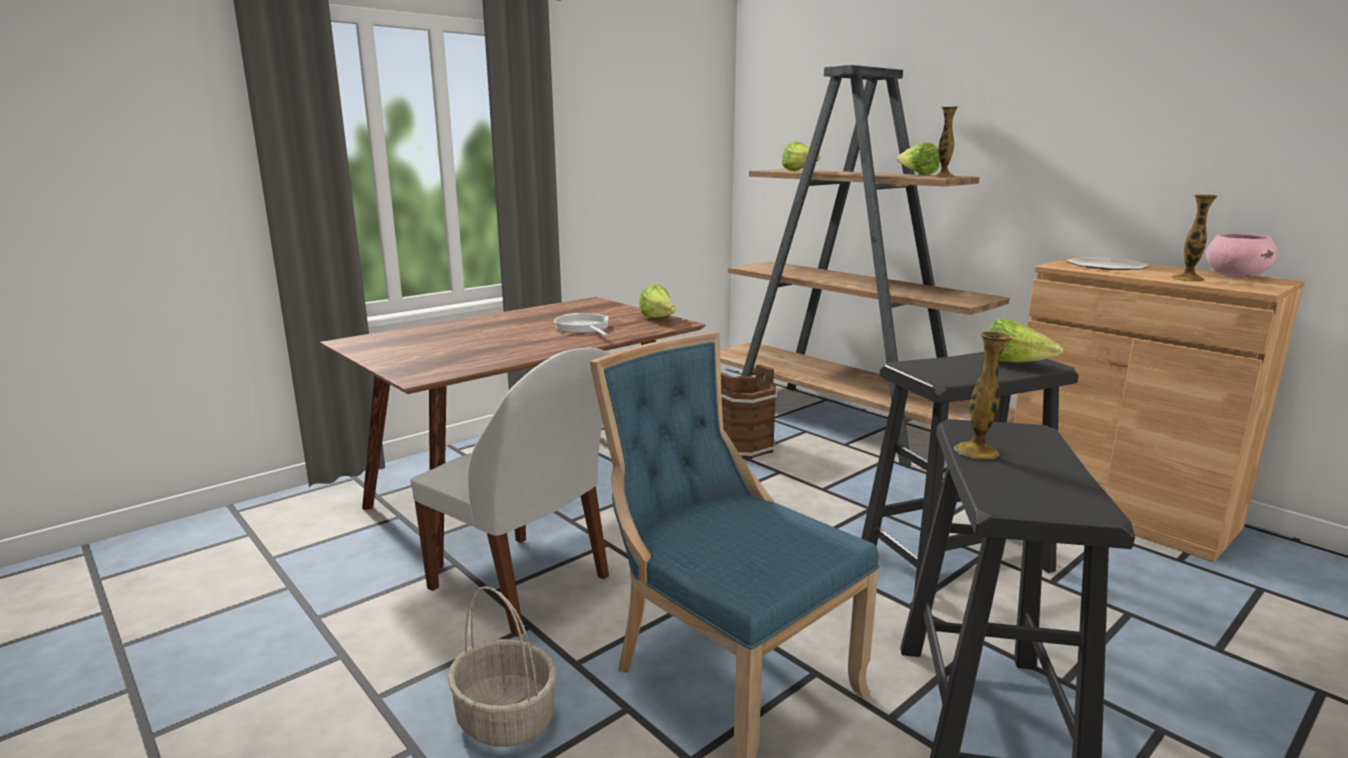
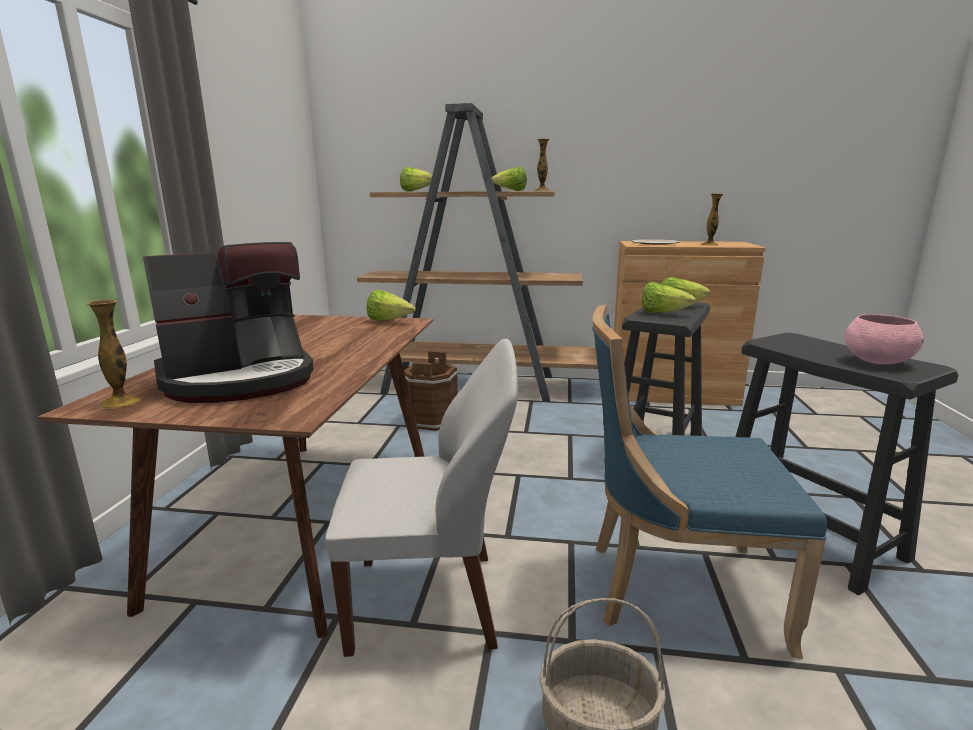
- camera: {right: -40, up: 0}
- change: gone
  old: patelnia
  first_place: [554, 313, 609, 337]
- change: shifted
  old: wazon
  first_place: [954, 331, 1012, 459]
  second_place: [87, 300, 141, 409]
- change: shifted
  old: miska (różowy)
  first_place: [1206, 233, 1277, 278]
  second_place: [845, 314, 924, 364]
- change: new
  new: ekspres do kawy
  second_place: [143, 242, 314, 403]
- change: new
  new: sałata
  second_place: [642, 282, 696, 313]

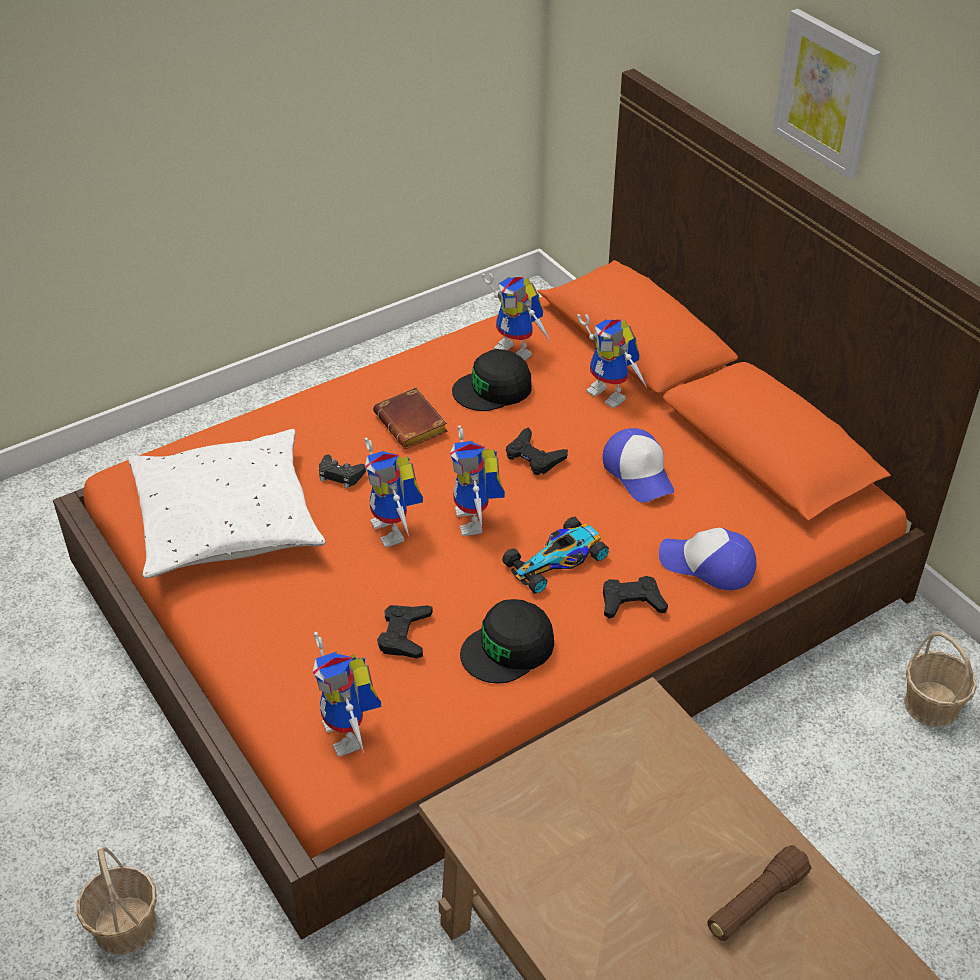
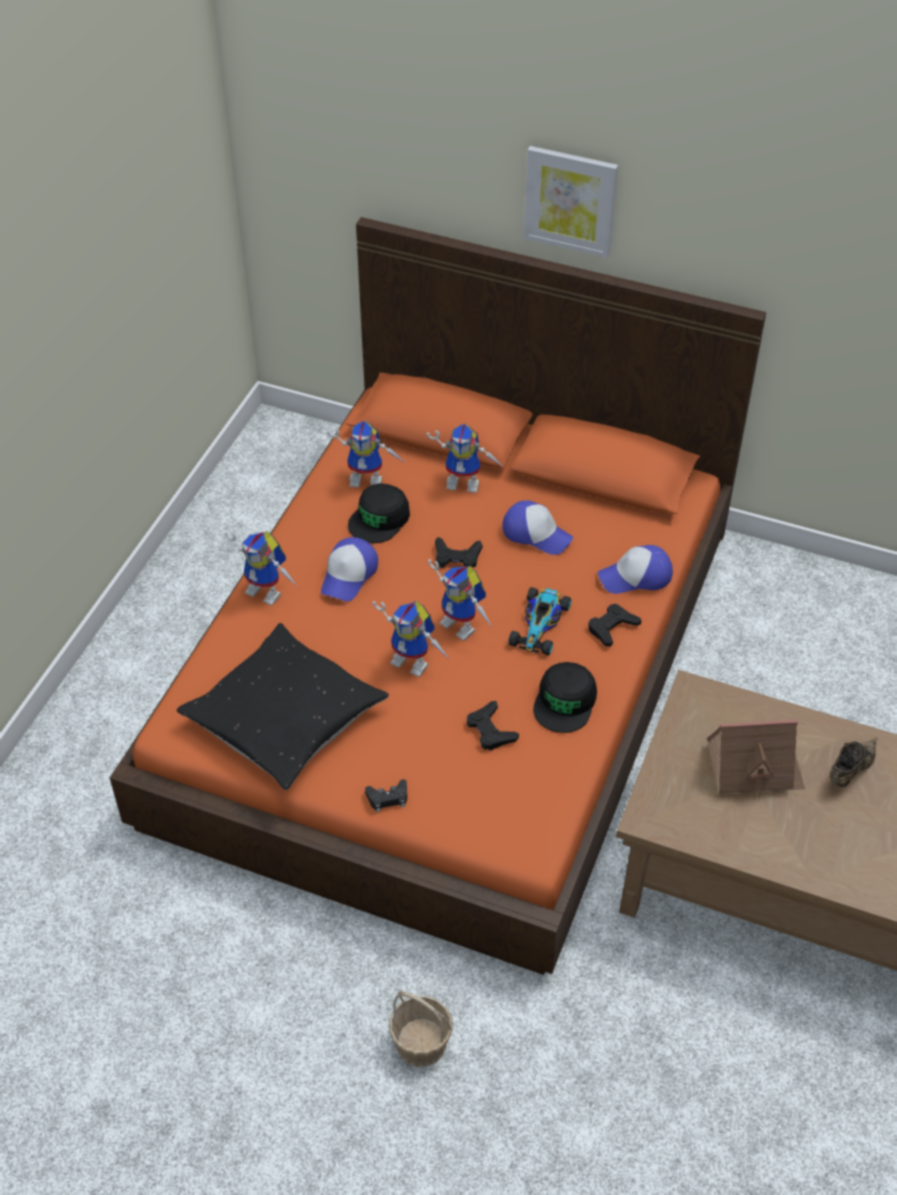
- camera: {right: -35, up: 5}
- change: repainted
  old: poduszka (biały)
  new: poduszka (czarny)
  first_place: [128, 429, 325, 579]
  second_place: [177, 623, 389, 790]
- change: shifted
  old: robot zabawkowy
  first_place: [313, 632, 381, 757]
  second_place: [224, 531, 297, 606]
- change: shifted
  old: pad do gier (czarny)
  first_place: [319, 455, 366, 488]
  second_place: [365, 779, 407, 812]
- change: swapped
  old: książka (brązowy)
  new: czapka z daszkiem
  first_place: [373, 388, 448, 449]
  second_place: [321, 537, 378, 601]
- change: swapped
  old: latarka (brązowy)
  new: but (brązowy)
  first_place: [707, 845, 811, 941]
  second_place: [830, 738, 877, 787]
- change: gone
  old: koszyk
  first_place: [904, 632, 977, 728]
- change: new
  new: domek
  second_place: [706, 719, 805, 799]

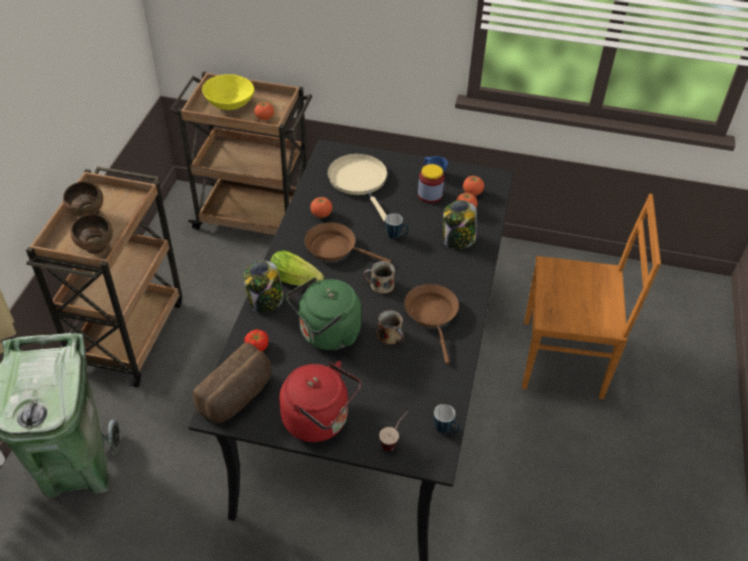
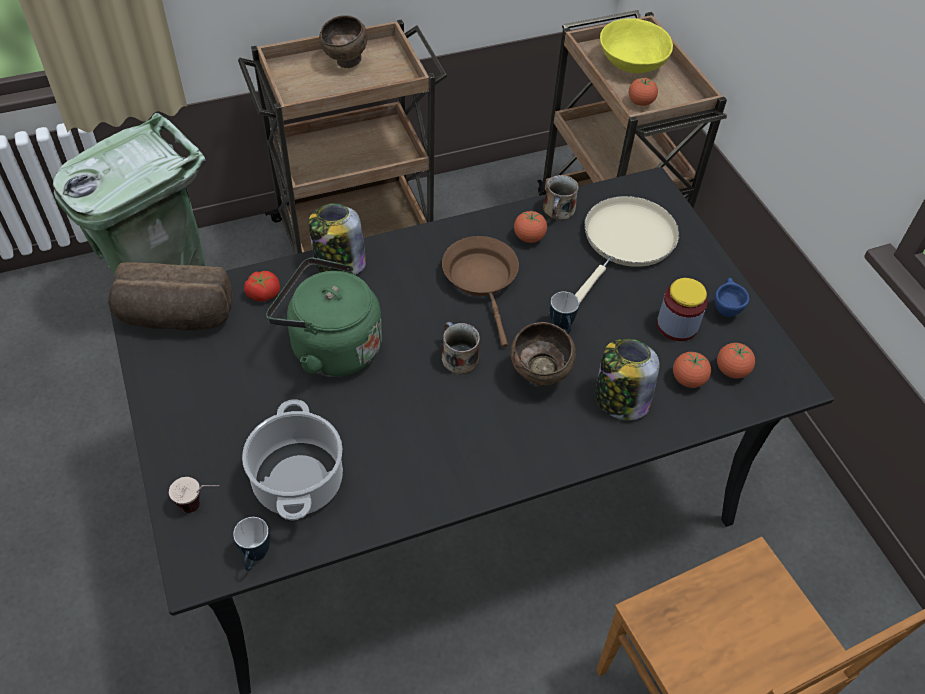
- camera: {right: 55, up: 5}
- change: shifted
  old: miska (brązowy)
  first_place: [70, 214, 113, 254]
  second_place: [511, 322, 576, 386]
- change: gone
  old: sałata
  first_place: [270, 250, 324, 286]
- change: gone
  old: czajnik (czerwony)
  first_place: [279, 361, 361, 442]
- change: shifted
  old: kubek
  first_place: [377, 310, 404, 345]
  second_place: [543, 175, 579, 220]
- change: gone
  old: patelnia (brązowy)
  first_place: [404, 284, 459, 364]
- change: new
  new: garnek
  second_place: [242, 399, 343, 520]

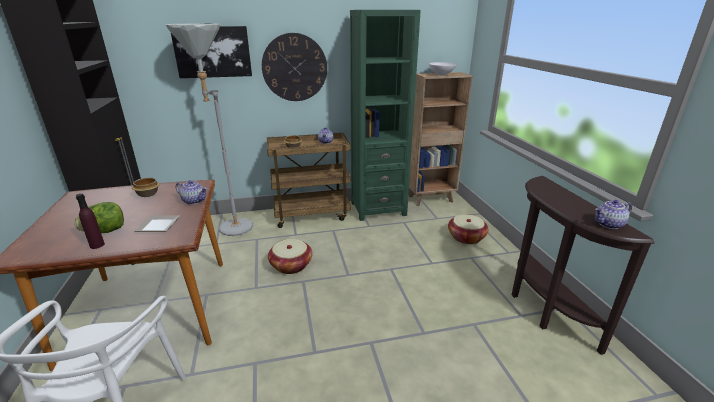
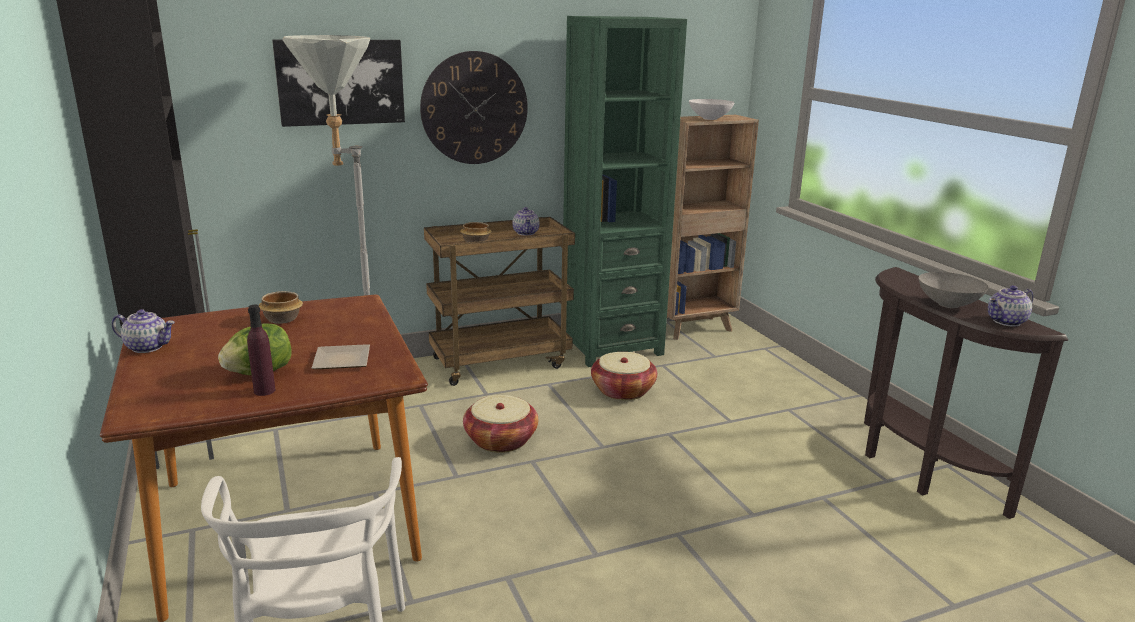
- camera: {right: -10, up: -5}
- change: shifted
  old: imbryk
  first_place: [176, 180, 207, 205]
  second_place: [112, 309, 175, 353]
- change: shifted
  old: koszyk
  first_place: [448, 214, 488, 244]
  second_place: [591, 352, 657, 400]
- change: new
  new: miska (szary)
  second_place: [918, 272, 989, 308]

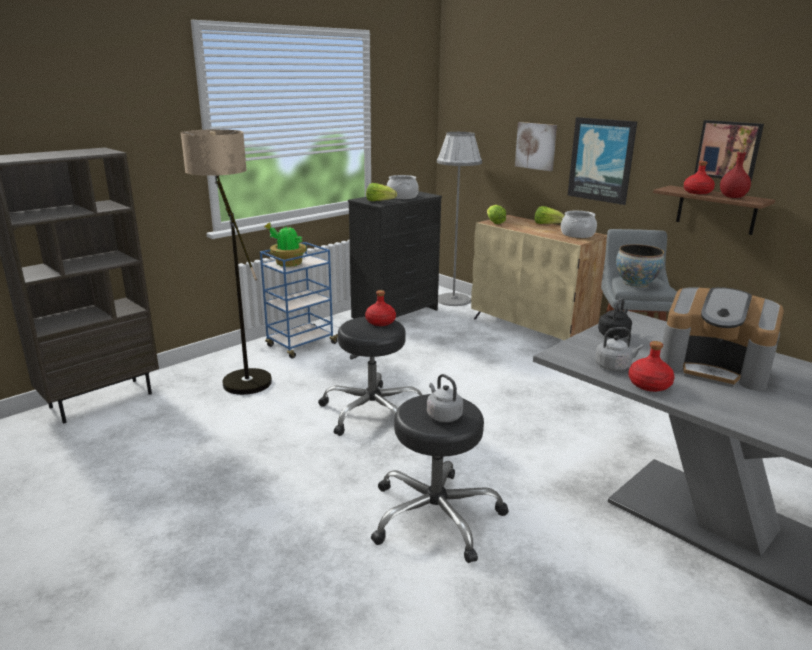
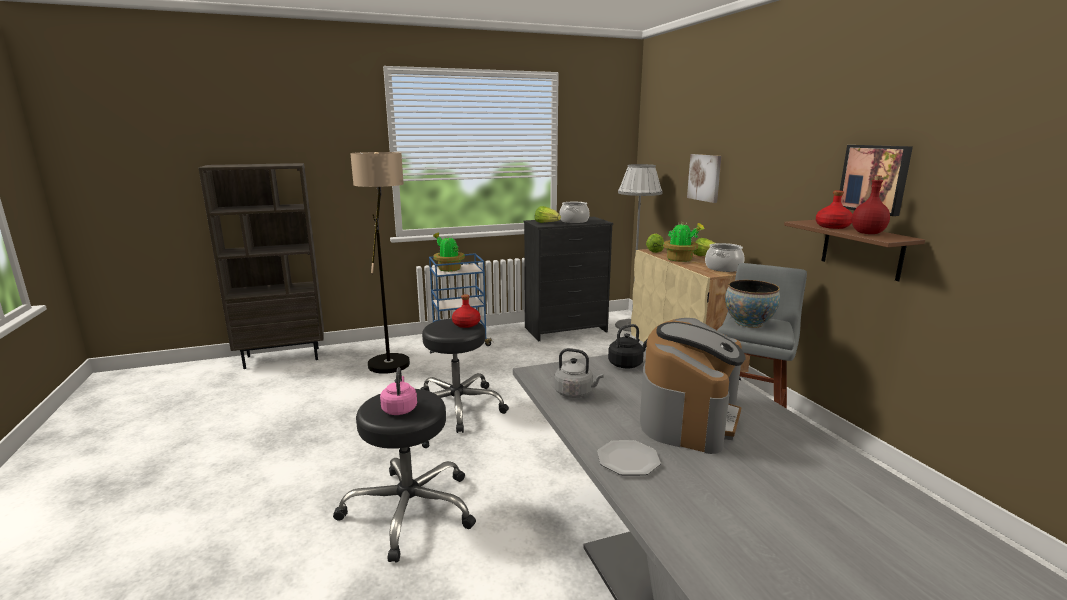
- camera: {right: 25, up: -5}
- change: repainted
  old: czajnik (szary)
  new: czajnik (różowy)
  first_place: [427, 374, 463, 422]
  second_place: [380, 368, 417, 415]
- change: gone
  old: obraz
  first_place: [568, 117, 637, 205]
- change: gone
  old: butelka (czerwony)
  first_place: [628, 341, 675, 392]
- change: rotated
  old: ekspres do kawy
  first_place: [660, 287, 784, 391]
  second_place: [640, 318, 745, 454]
  degrees: -120
- change: new
  new: talerz
  second_place: [597, 440, 661, 475]
- change: new
  new: roślina doniczkowa
  second_place: [663, 222, 705, 262]

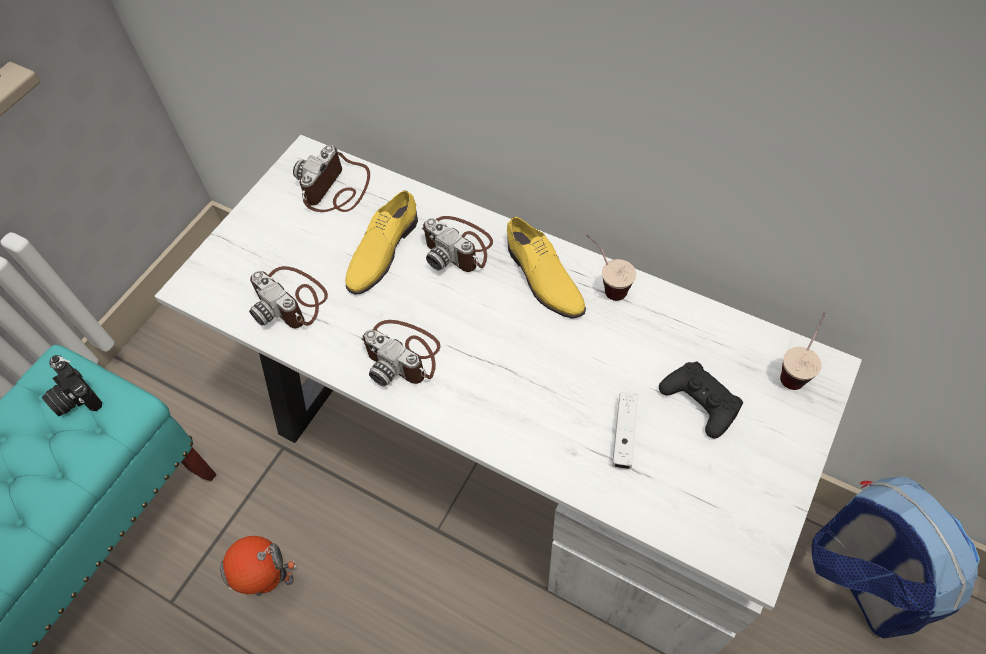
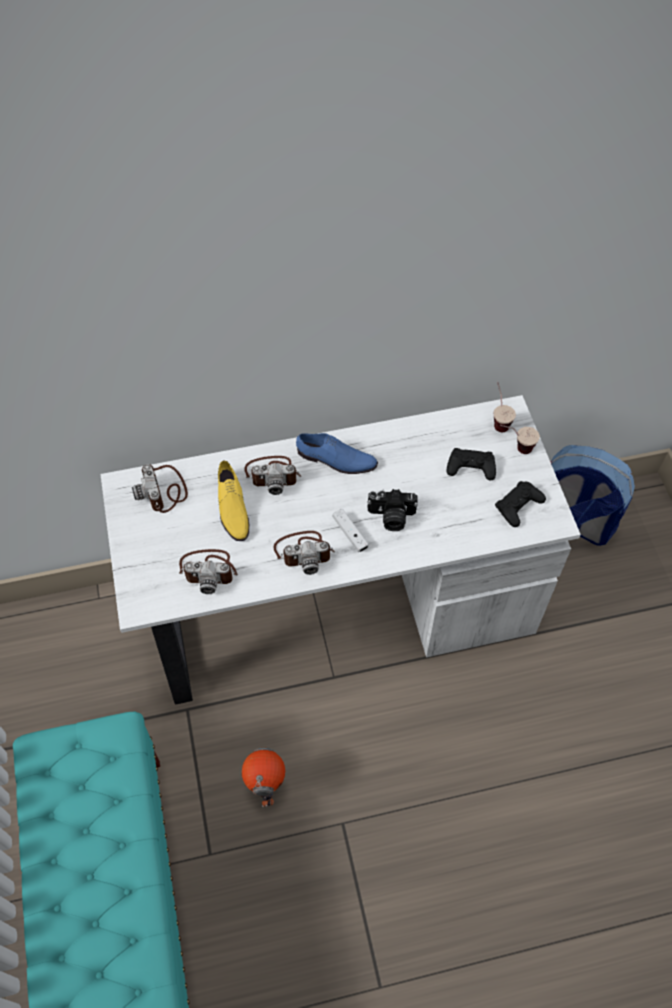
- camera: {right: -45, up: 0}
- change: shifted
  old: aparat fotograficzny
  first_place: [42, 355, 102, 417]
  second_place: [367, 489, 418, 531]
- change: rotated
  old: robot zabawkowy
  first_place: [220, 536, 296, 596]
  second_place: [242, 748, 285, 807]
  degrees: 150
- change: repainted
  old: but (żółty)
  new: but (niebieski)
  first_place: [507, 217, 586, 319]
  second_place: [296, 433, 378, 474]
- change: shifted
  old: filiżanka
  first_place: [586, 234, 636, 301]
  second_place: [500, 425, 540, 454]
- change: shifted
  old: pad do gier (biały)
  first_place: [612, 392, 638, 469]
  second_place: [333, 509, 369, 552]
- change: new
  new: pad do gier (czarny)
  second_place: [495, 481, 546, 527]

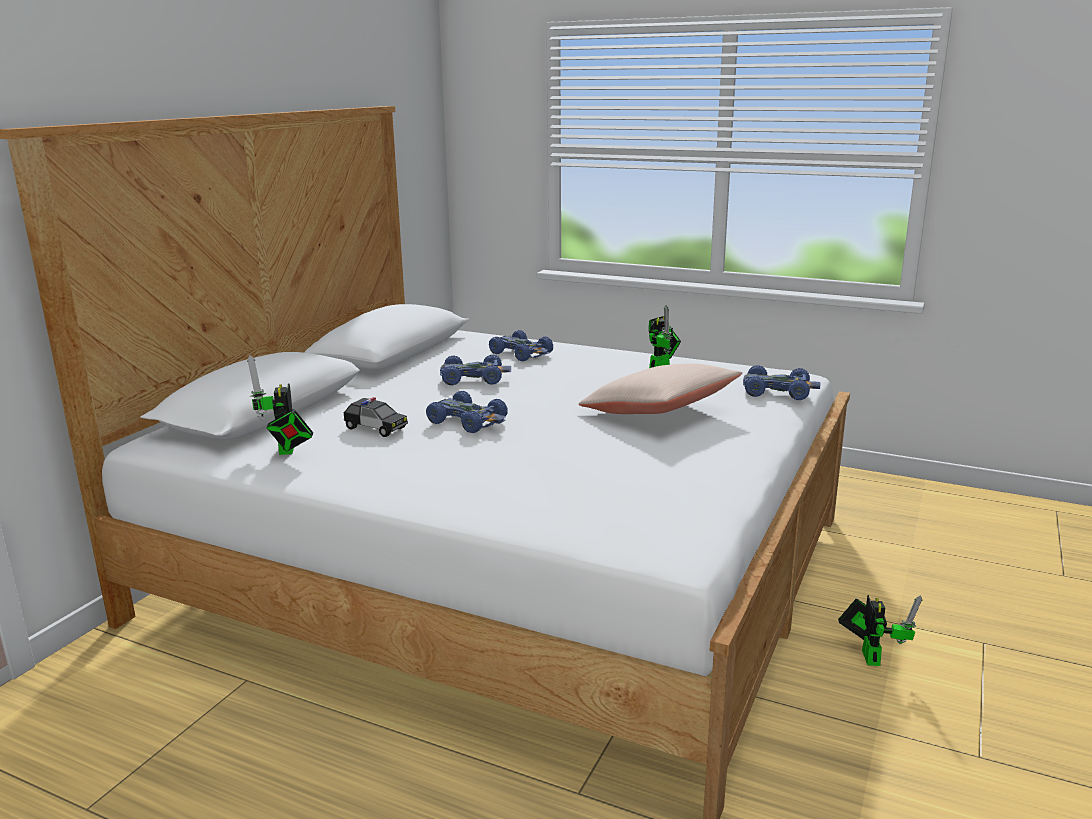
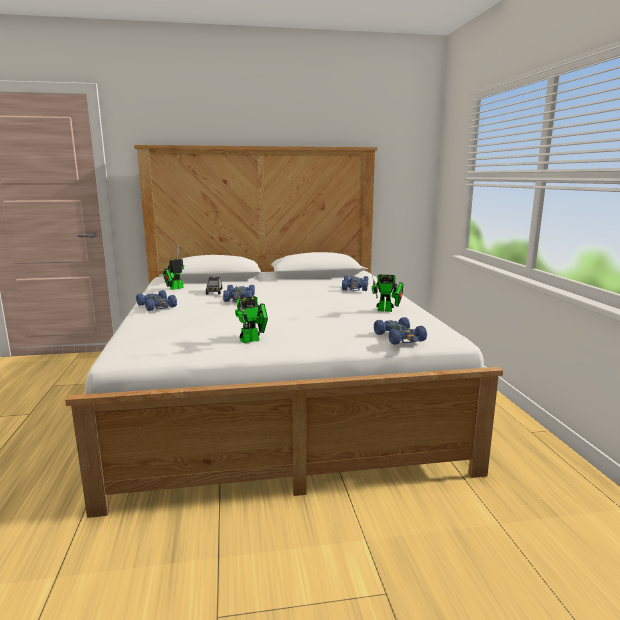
- camera: {right: 55, up: -5}
- change: shifted
  old: samochodzik (niebieski)
  first_place: [440, 355, 511, 385]
  second_place: [136, 290, 177, 311]
- change: gone
  old: poduszka (beżowy)
  first_place: [578, 364, 742, 414]
- change: shifted
  old: robot zabawkowy
  first_place: [838, 595, 922, 666]
  second_place: [235, 286, 268, 343]

